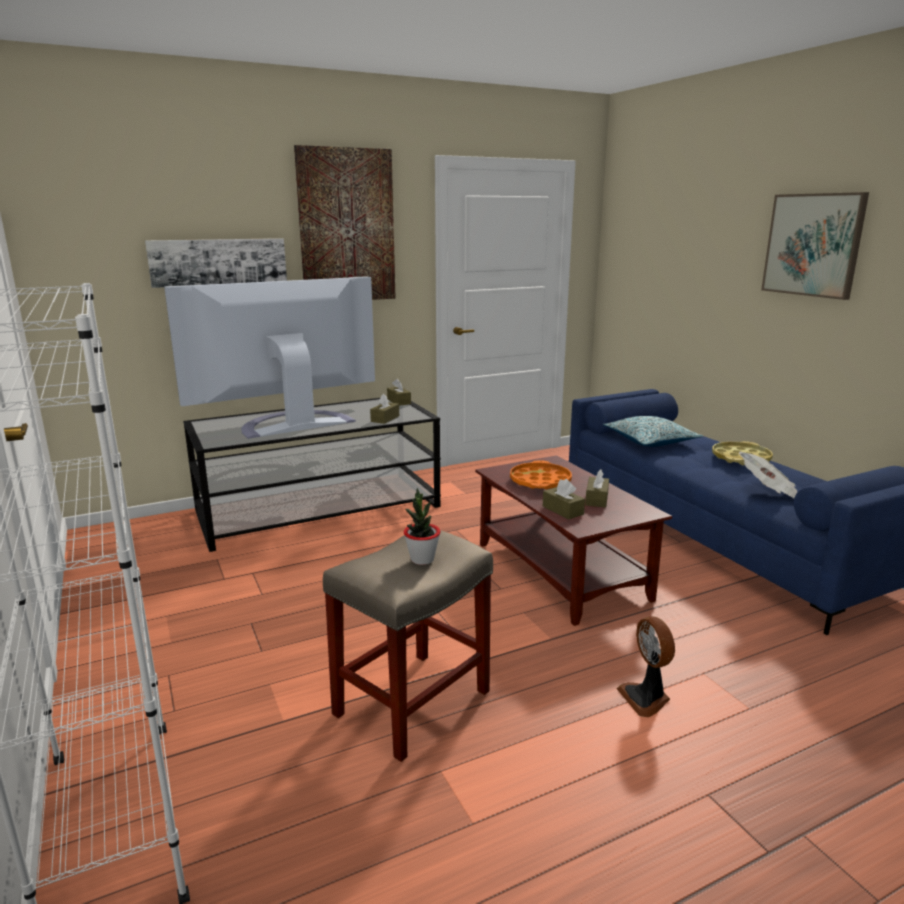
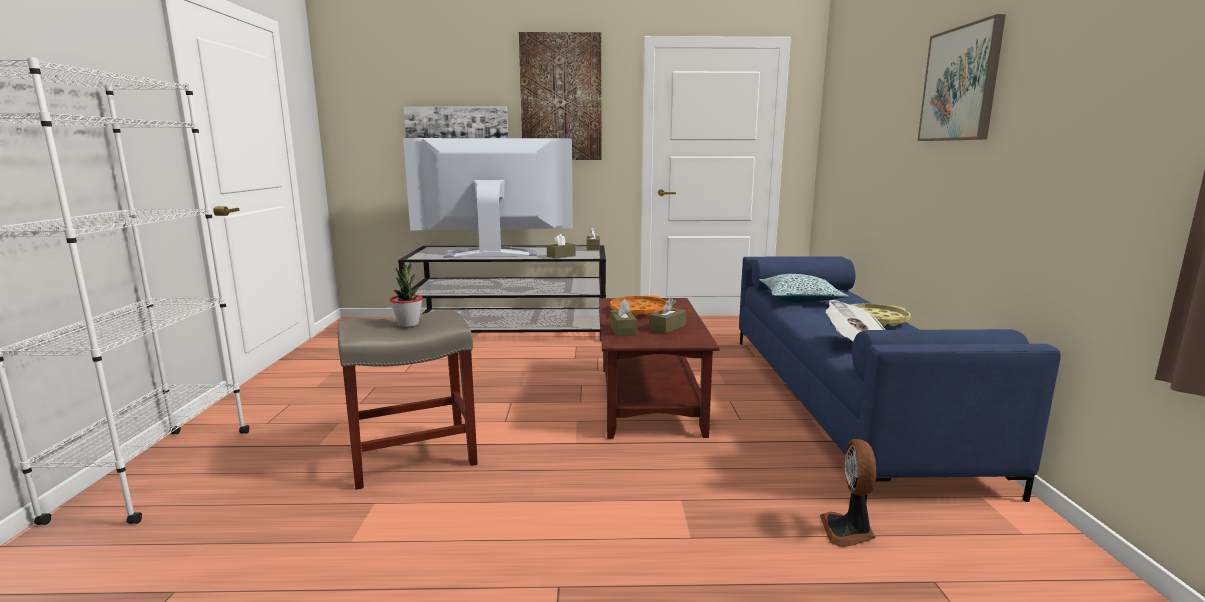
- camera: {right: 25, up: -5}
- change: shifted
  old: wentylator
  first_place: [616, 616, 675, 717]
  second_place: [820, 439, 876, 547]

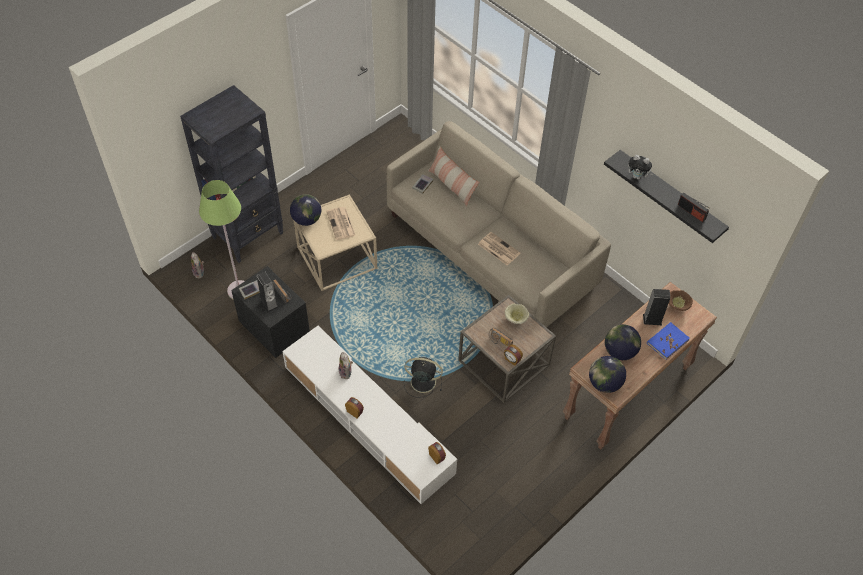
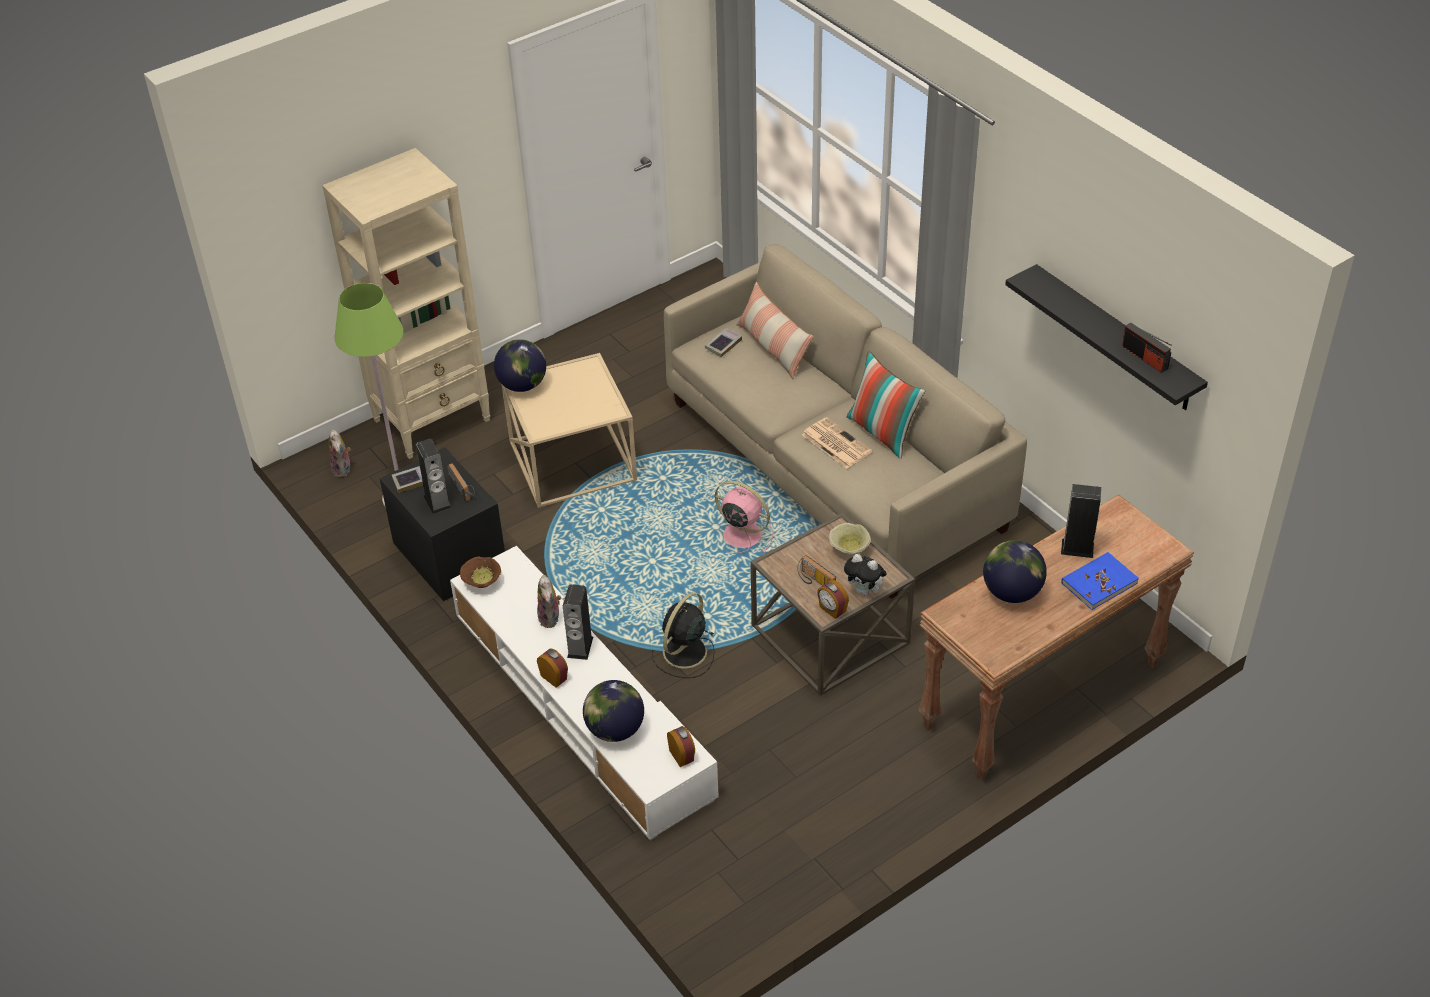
- camera: {right: 10, up: -10}
- change: repainted
  old: regał (czarny)
  new: regał (beżowy)
  first_place: [180, 85, 283, 263]
  second_place: [322, 148, 490, 459]
- change: gone
  old: gazeta
  first_place: [326, 207, 356, 240]
- change: rotated
  old: wentylator (czarny)
  first_place: [404, 357, 443, 398]
  second_place: [652, 592, 715, 678]
  degrees: -75
- change: shifted
  old: globus
  first_place: [589, 356, 626, 393]
  second_place: [583, 680, 644, 742]
- change: shifted
  old: pluszak
  first_place: [628, 155, 653, 180]
  second_place: [844, 554, 887, 596]
- change: shifted
  old: miska (brązowy)
  first_place: [669, 290, 693, 311]
  second_place: [460, 557, 501, 588]
- change: new
  new: głośnik
  second_place: [563, 584, 593, 660]
- change: new
  new: wentylator (różowy)
  second_place: [715, 481, 774, 554]
- change: new
  new: poduszka
  second_place: [847, 350, 925, 459]

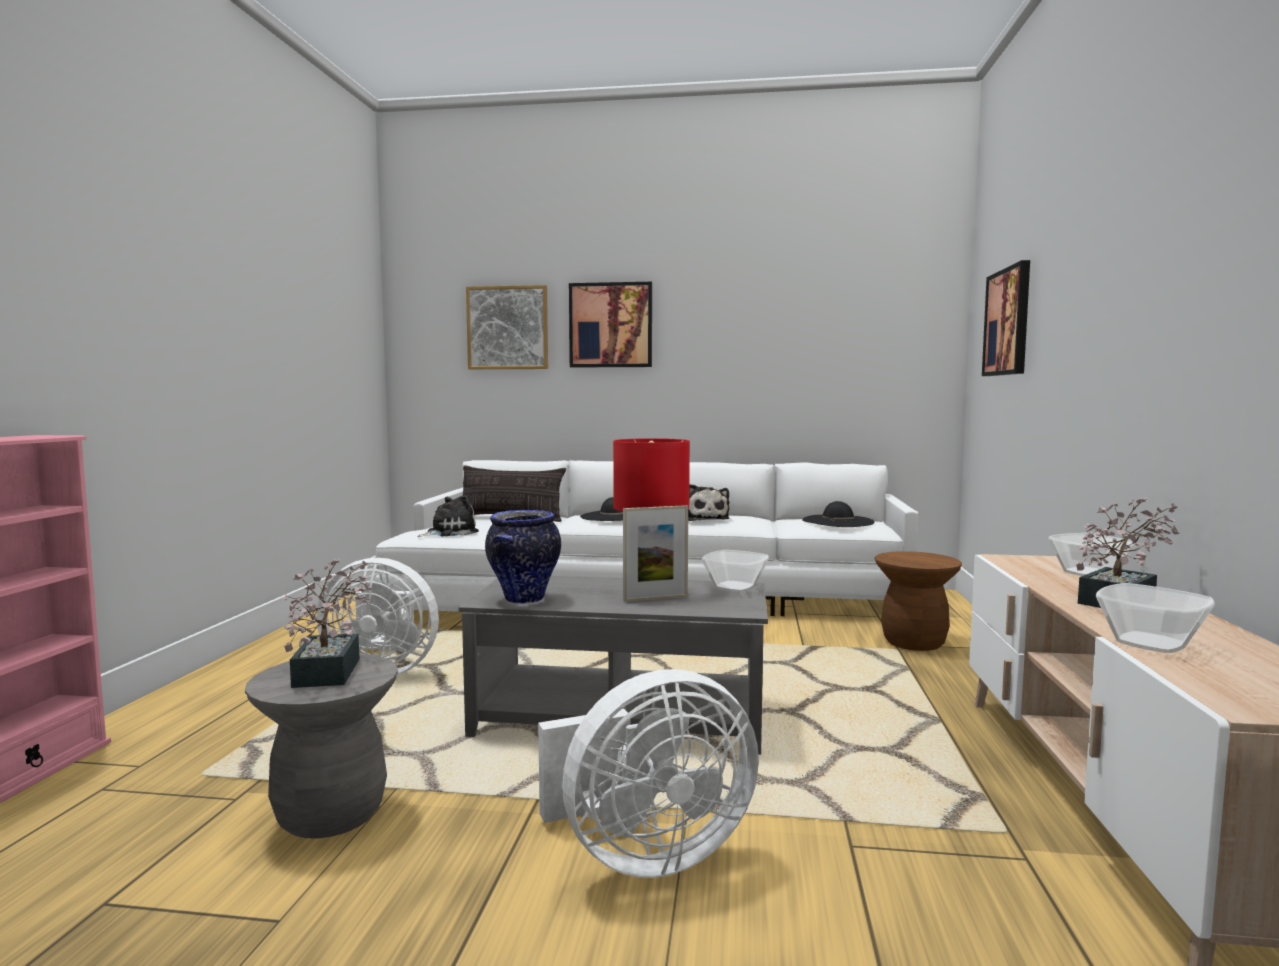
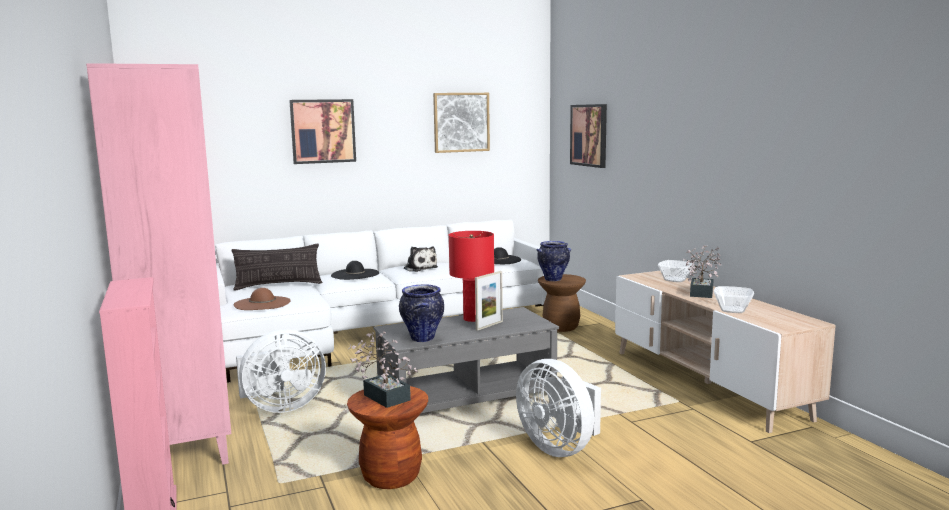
- camera: {right: -30, up: 5}
- change: repainted
  old: stołek (szary)
  new: stołek (brązowy)
  first_place: [245, 653, 398, 839]
  second_place: [347, 386, 428, 489]
- change: swapped
  old: pluszak
  new: kapelusz (brązowy)
  first_place: [417, 496, 479, 537]
  second_place: [234, 288, 291, 310]
- change: shifted
  old: obraz
  first_place: [466, 285, 548, 369]
  second_place: [433, 93, 490, 153]
- change: rotated
  old: wentylator (biały)
  first_place: [538, 669, 759, 878]
  second_place: [516, 359, 601, 457]
  degrees: 105
- change: gone
  old: miska
  first_place: [702, 550, 769, 592]
- change: new
  new: regał (różowy)
  second_place: [86, 63, 231, 465]
- change: new
  new: wazon
  second_place: [536, 241, 571, 281]

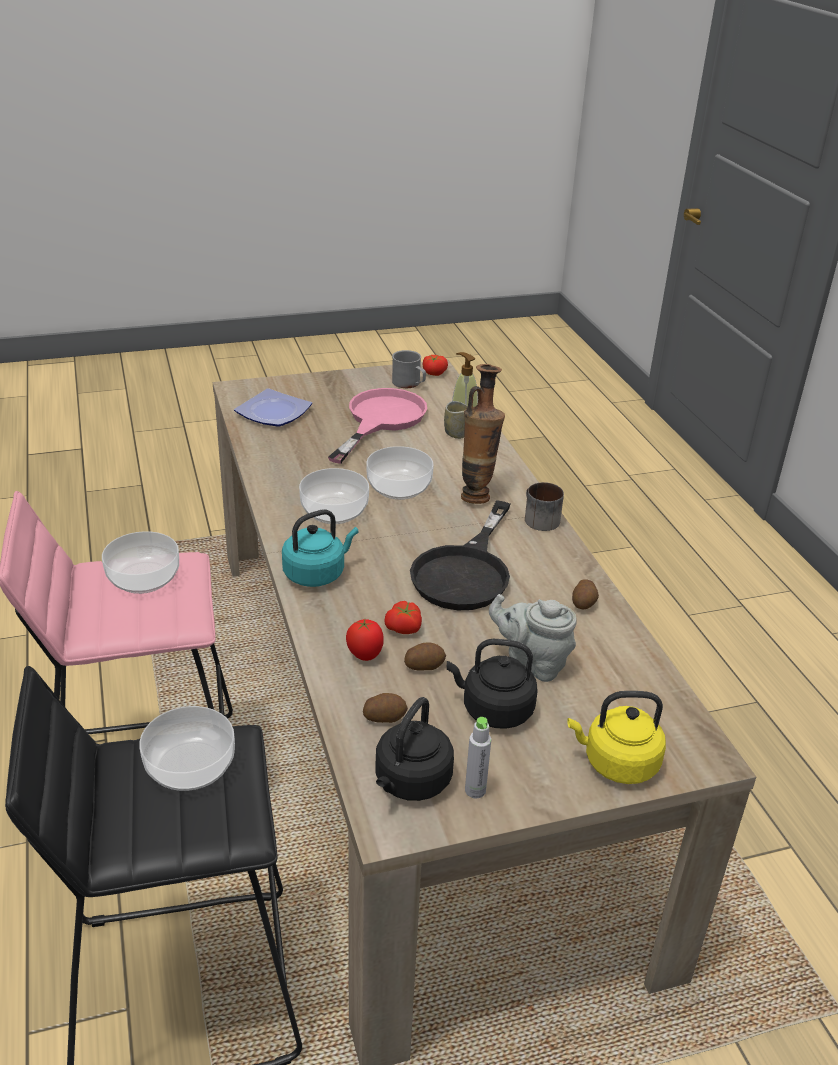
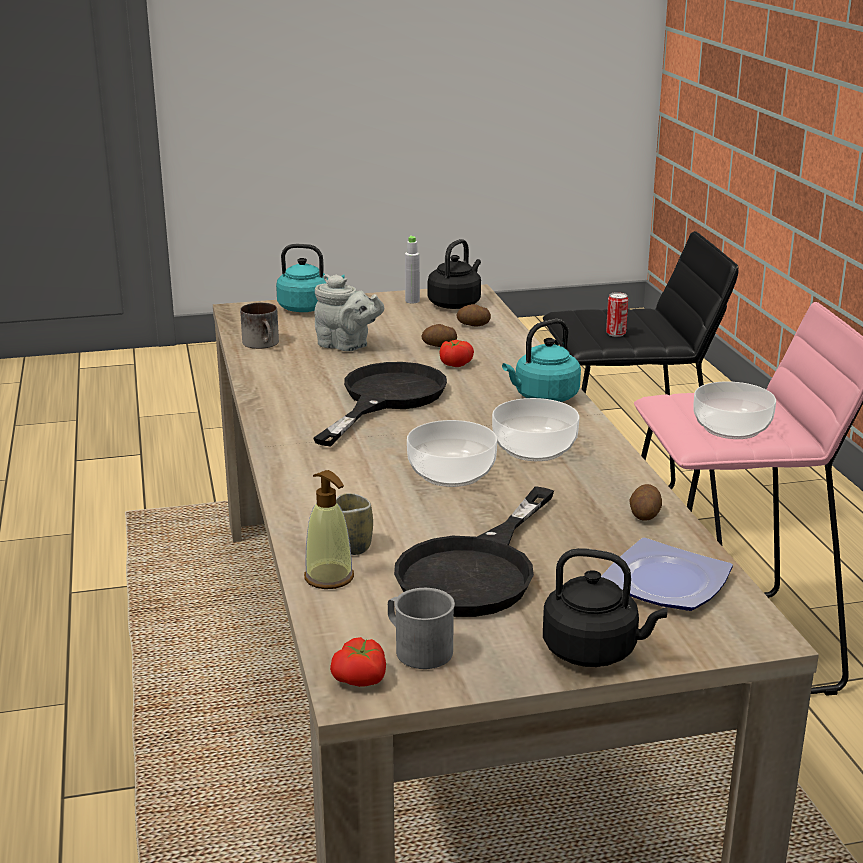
- camera: {right: -175, up: -10}
- change: swapped
  old: miska
  new: puszka
  first_place: [139, 706, 235, 791]
  second_place: [606, 292, 628, 337]
- change: repainted
  old: patelnia (różowy)
  new: patelnia (czarny)
  first_place: [328, 388, 427, 464]
  second_place: [394, 486, 554, 617]
- change: gone
  old: pomidor
  first_place: [346, 619, 384, 661]
- change: shifted
  old: czajnik (czarny)
  first_place: [447, 639, 538, 729]
  second_place: [543, 548, 667, 667]
- change: gone
  old: wazon
  first_place: [461, 364, 505, 504]
- change: shifted
  old: kubek
  first_place: [525, 482, 564, 531]
  second_place: [240, 303, 279, 349]
- change: repainted
  old: czajnik (żółty)
  new: czajnik (turkusowy)
  first_place: [567, 691, 666, 784]
  second_place: [276, 244, 345, 312]
- change: shifted
  old: ziemniak
  first_place: [572, 579, 599, 609]
  second_place: [629, 484, 662, 521]

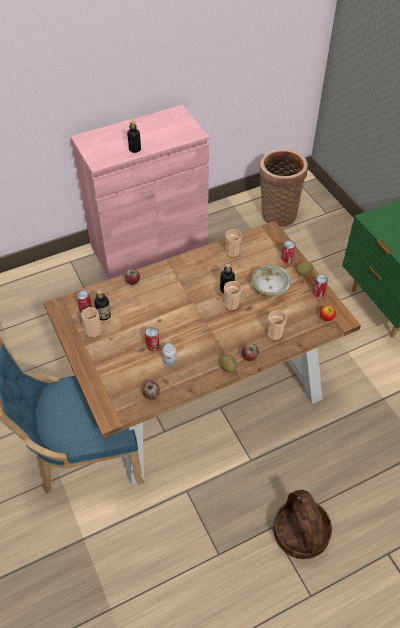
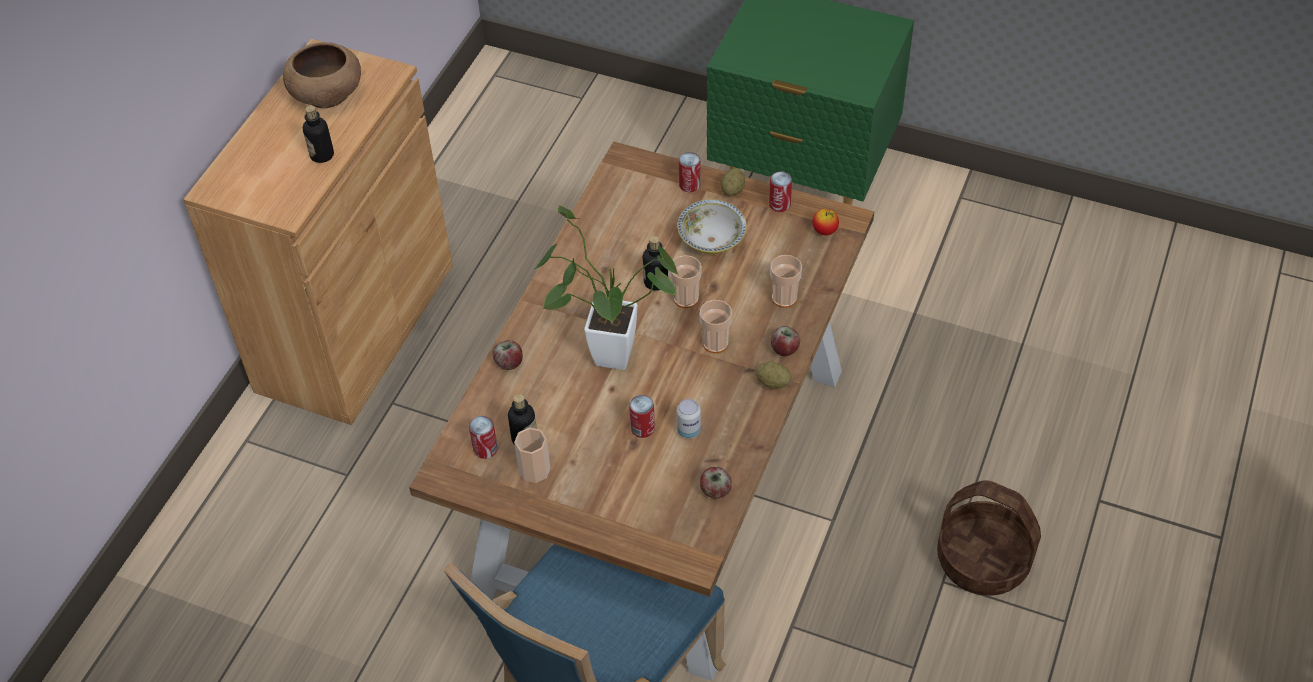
- camera: {right: -40, up: 0}
- change: repainted
  old: szafka (różowy)
  new: szafka (brązowy)
  first_place: [71, 105, 209, 279]
  second_place: [183, 39, 453, 425]
- change: shifted
  old: filiżanka
  first_place: [225, 229, 242, 258]
  second_place: [700, 300, 732, 353]
- change: gone
  old: koszyk
  first_place: [259, 149, 308, 227]
- change: new
  new: miska (brązowy)
  second_place: [283, 42, 361, 108]
- change: new
  new: roślina doniczkowa
  second_place: [534, 205, 679, 370]

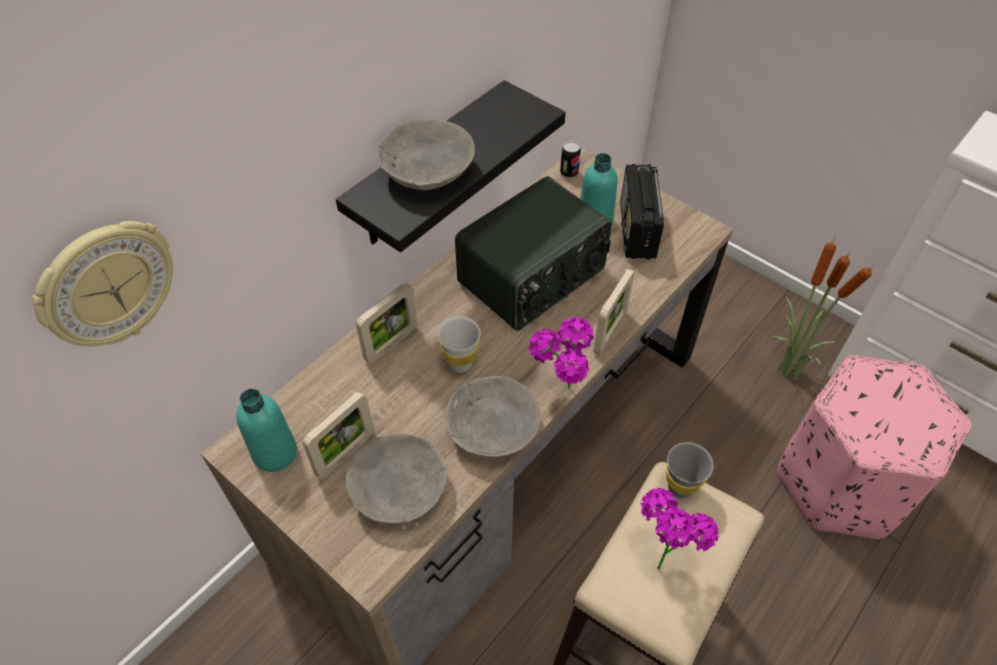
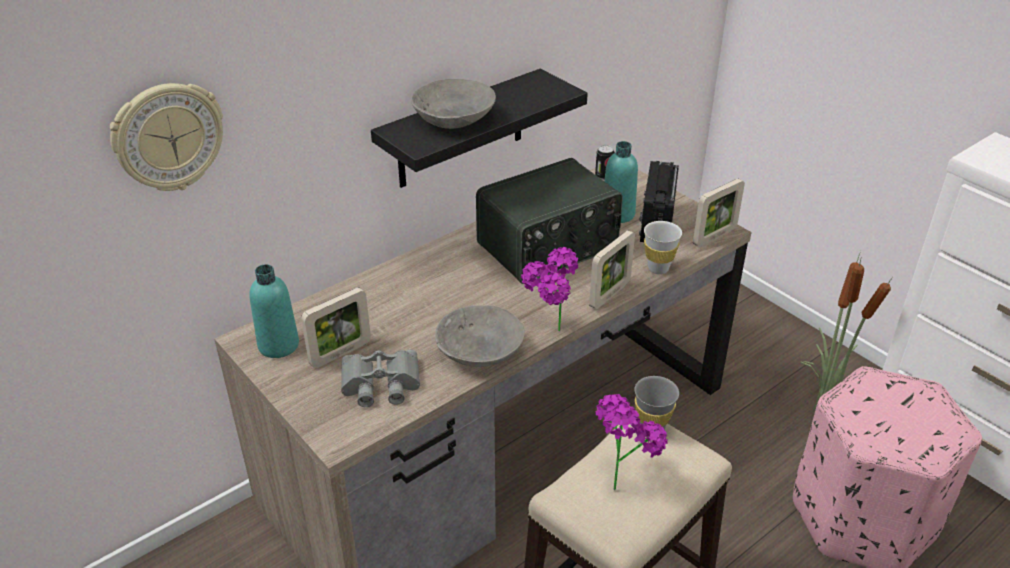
- camera: {right: 10, up: -15}
- change: swapped
  old: miska (szary)
  new: lornetka (szary)
  first_place: [346, 433, 447, 523]
  second_place: [341, 350, 420, 407]
- change: shifted
  old: ramka na zdjęcie
  first_place: [356, 283, 418, 364]
  second_place: [693, 179, 745, 247]
- change: shifted
  old: filiżanka (biały)
  first_place: [437, 316, 481, 373]
  second_place: [644, 221, 682, 274]

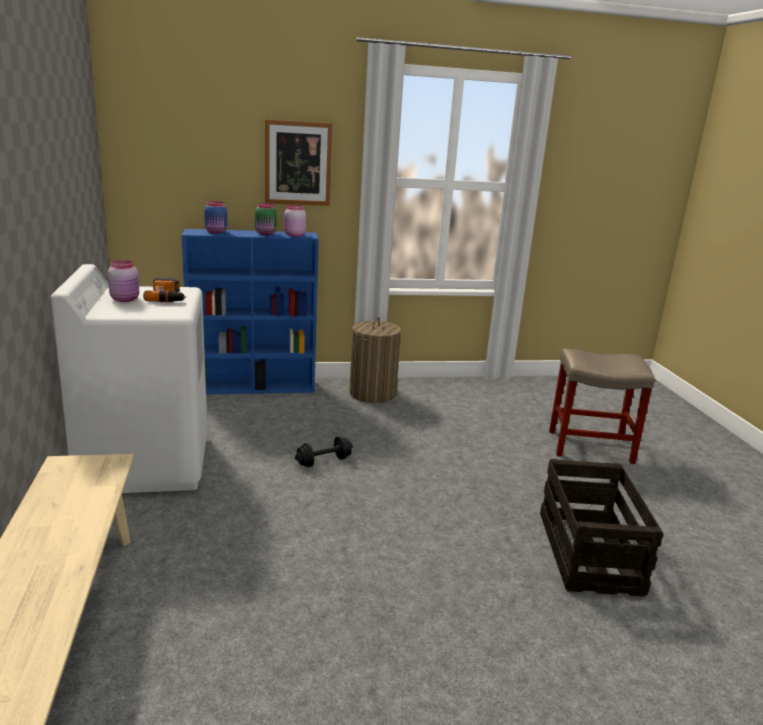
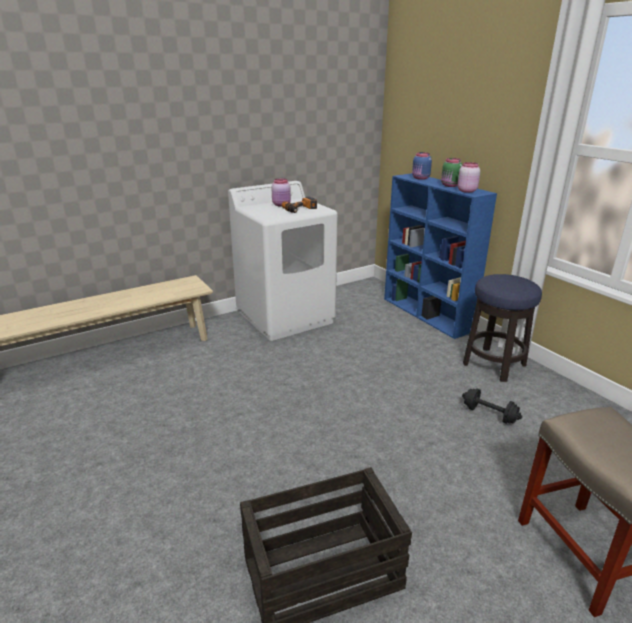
- camera: {right: 70, up: 5}
- change: gone
  old: obraz
  first_place: [265, 119, 332, 206]
- change: shifted
  old: hantel (czarny)
  first_place: [295, 436, 353, 467]
  second_place: [462, 389, 522, 424]
- change: swapped
  old: kosz na pranie
  new: stołek
  first_place: [349, 317, 401, 403]
  second_place: [463, 274, 542, 382]

